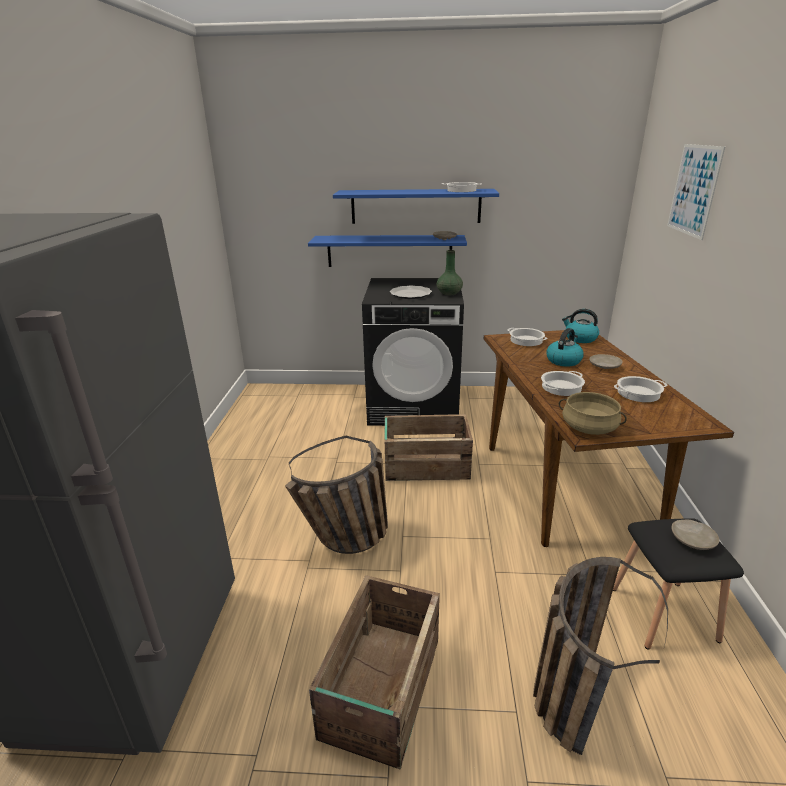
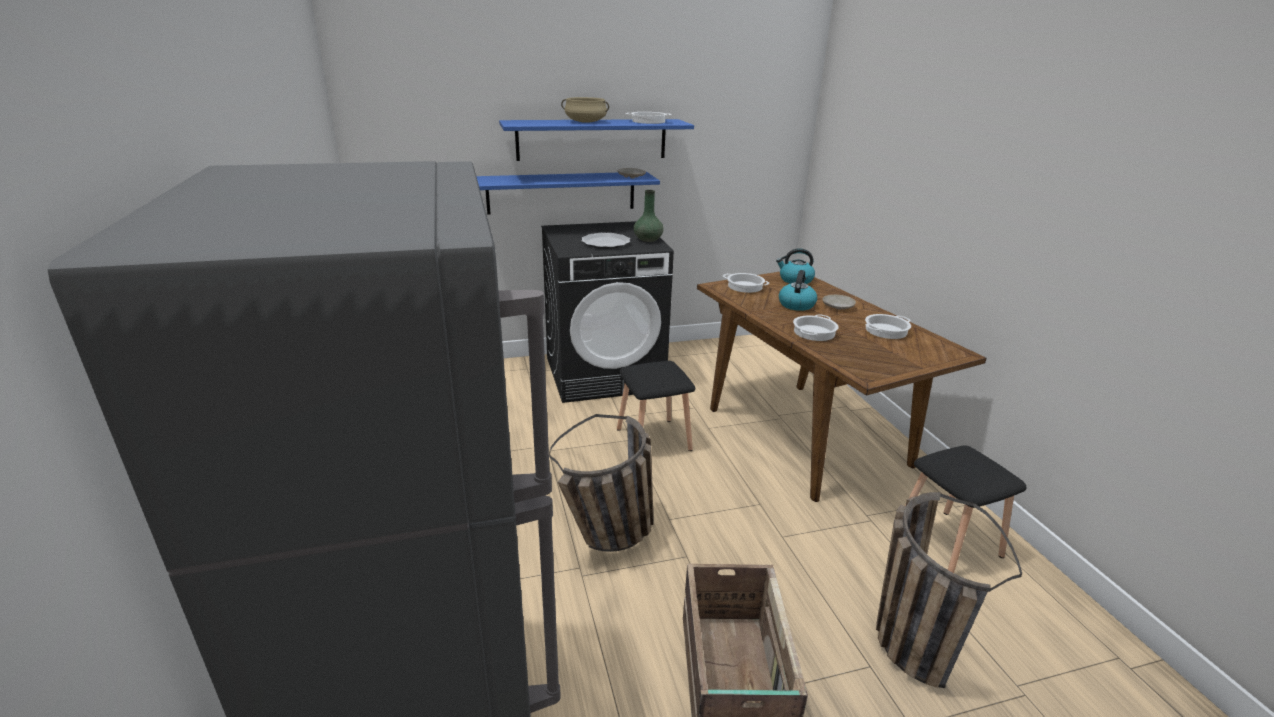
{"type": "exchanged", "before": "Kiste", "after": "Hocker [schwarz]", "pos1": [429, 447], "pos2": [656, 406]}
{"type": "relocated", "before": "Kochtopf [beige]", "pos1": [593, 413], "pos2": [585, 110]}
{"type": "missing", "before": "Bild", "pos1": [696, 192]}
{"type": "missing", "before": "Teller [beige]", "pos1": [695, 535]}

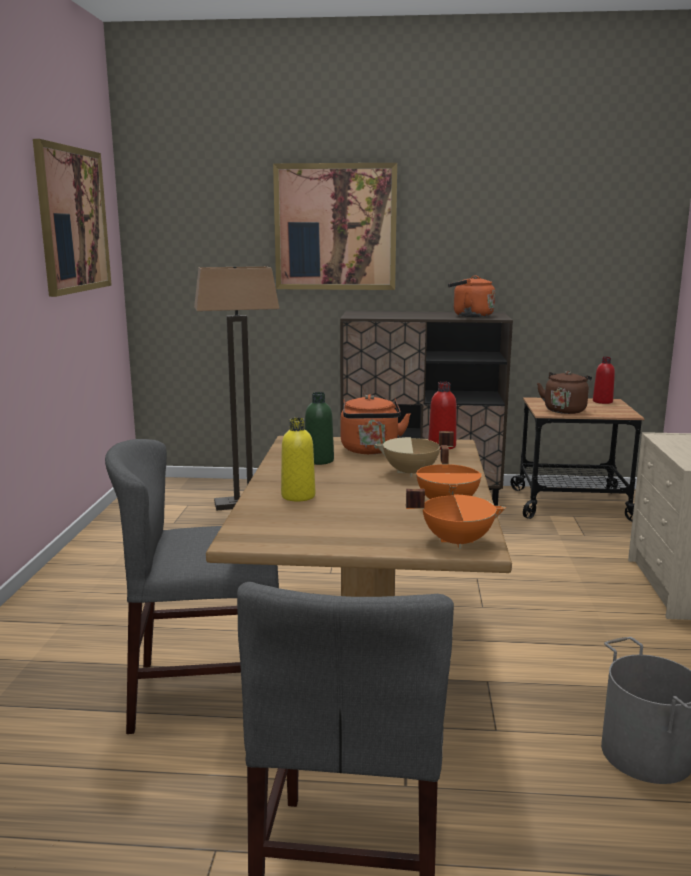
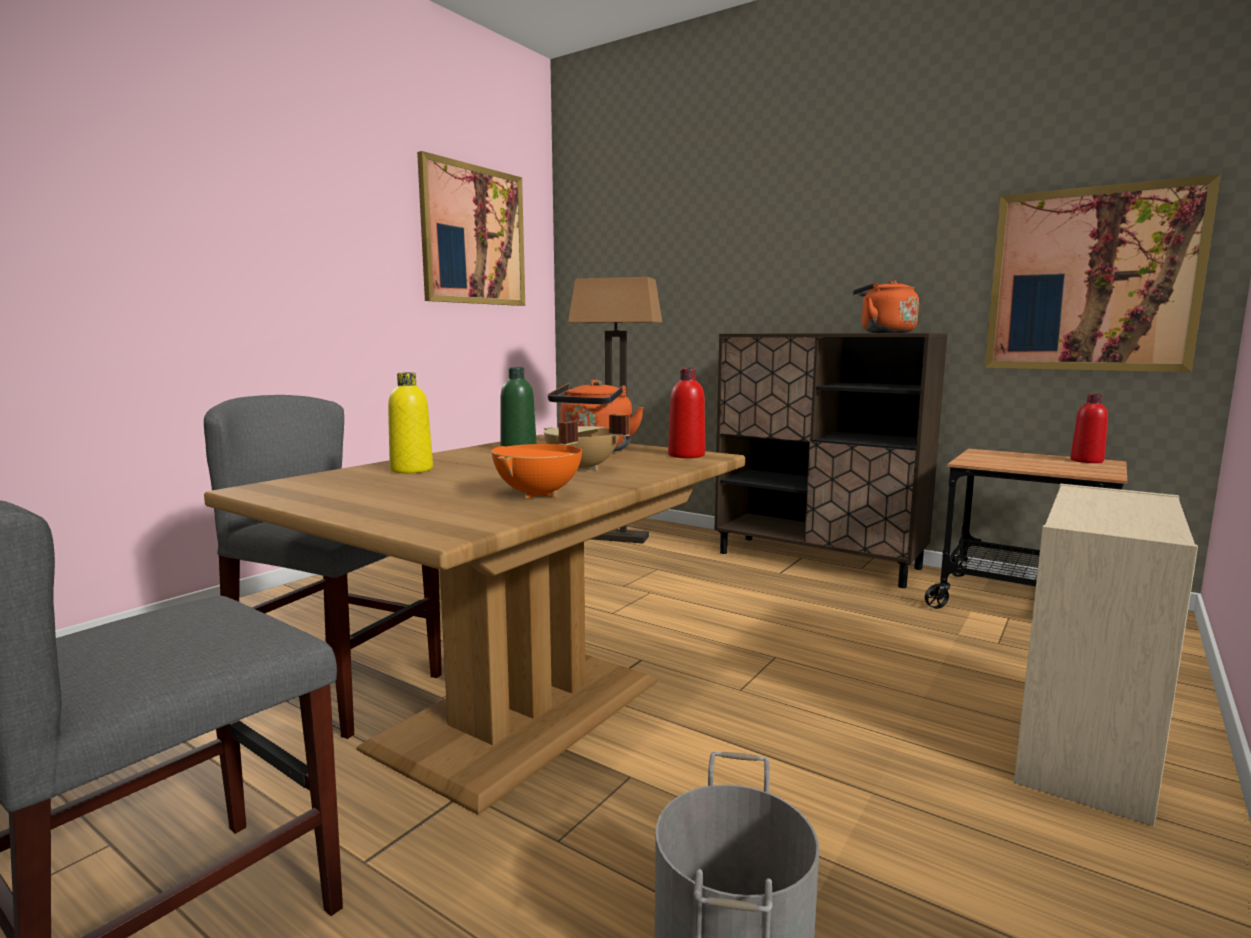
{"type": "relocated", "before": "Bild", "pos1": [335, 226], "pos2": [1102, 273]}
{"type": "missing", "before": "Kochtopf [orange]", "pos1": [456, 519]}
{"type": "missing", "before": "Wasserkessel [braun]", "pos1": [564, 392]}

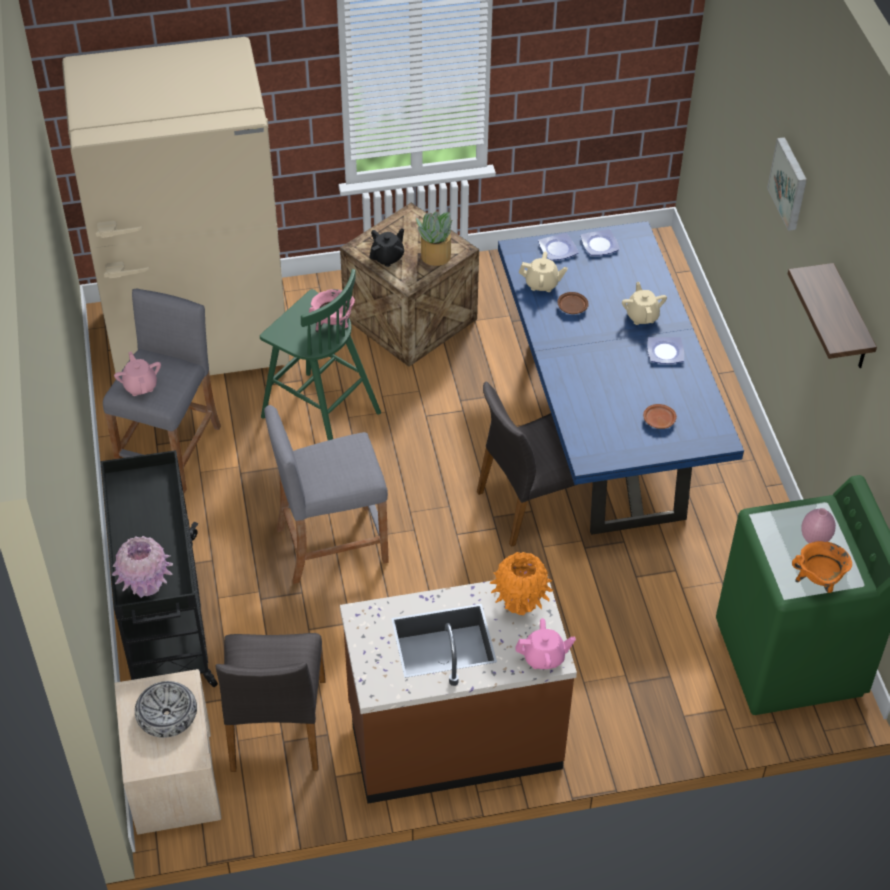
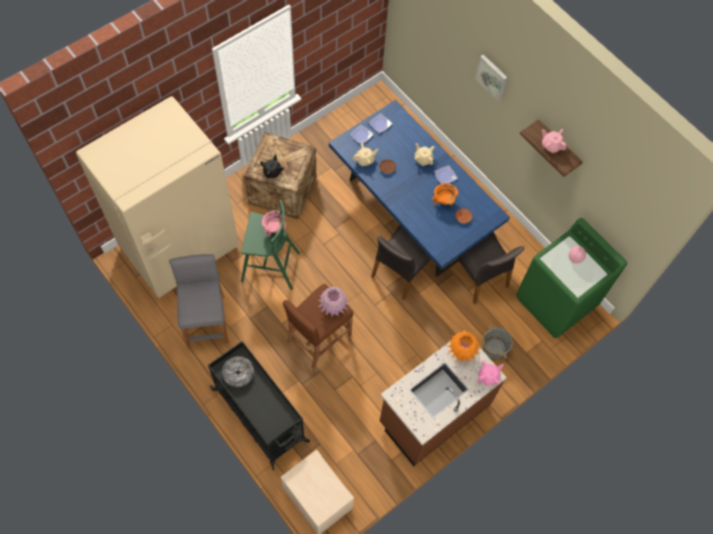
{"type": "relocated", "before": "Vase [rosa]", "pos1": [142, 567], "pos2": [333, 301]}
{"type": "relocated", "before": "Teekanne [rosa]", "pos1": [137, 374], "pos2": [554, 141]}
{"type": "relocated", "before": "Schüssel", "pos1": [166, 709], "pos2": [238, 371]}
{"type": "relocated", "before": "Stuhl [grau]", "pos1": [270, 702], "pos2": [490, 268]}
{"type": "colour", "before": "Hocker [grau]", "after": "Hocker [braun]", "pos1": [326, 494], "pos2": [318, 326]}
{"type": "missing", "before": "Topfpflanze", "pos1": [434, 238]}
{"type": "relocated", "before": "Kochtopf [orange]", "pos1": [822, 567], "pos2": [445, 194]}
{"type": "appeared", "after": "Eimer [grau]", "pos2": [497, 343]}

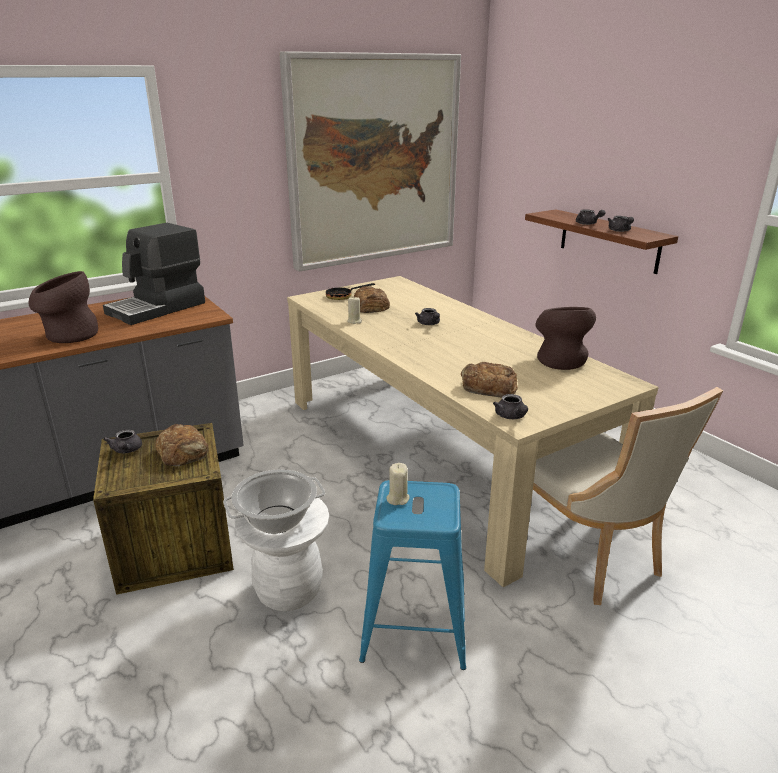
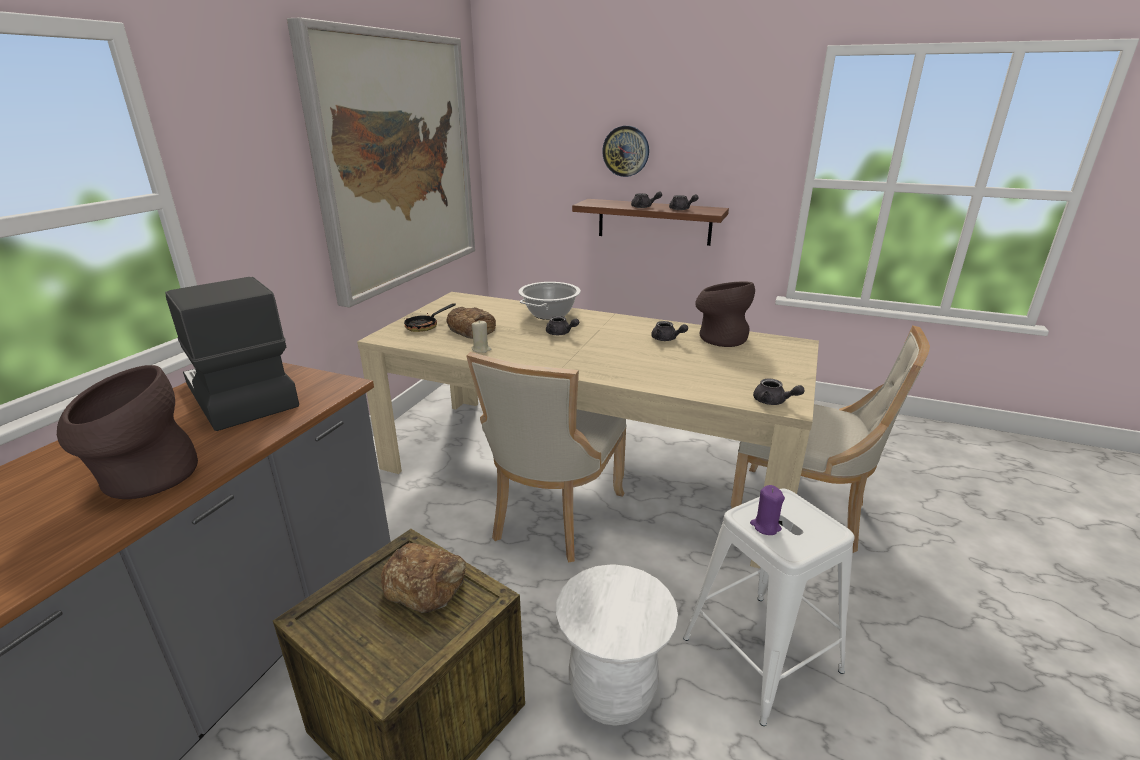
{"type": "spun", "before": "Kaffeemaschine", "pos1": [154, 274], "pos2": [232, 354], "turn": 135}
{"type": "relocated", "before": "Teekanne [grau]", "pos1": [122, 441], "pos2": [669, 331]}
{"type": "relocated", "before": "Kochtopf", "pos1": [274, 501], "pos2": [549, 301]}
{"type": "colour", "before": "Hocker [blau]", "after": "Hocker [weiß]", "pos1": [412, 575], "pos2": [769, 607]}
{"type": "colour", "before": "Kerze [beige]", "after": "Kerze [lila]", "pos1": [397, 484], "pos2": [767, 510]}
{"type": "missing", "before": "Brot", "pos1": [489, 380]}
{"type": "appeared", "after": "Stuhl [beige]", "pos2": [546, 457]}
{"type": "appeared", "after": "Wanduhr", "pos2": [625, 151]}

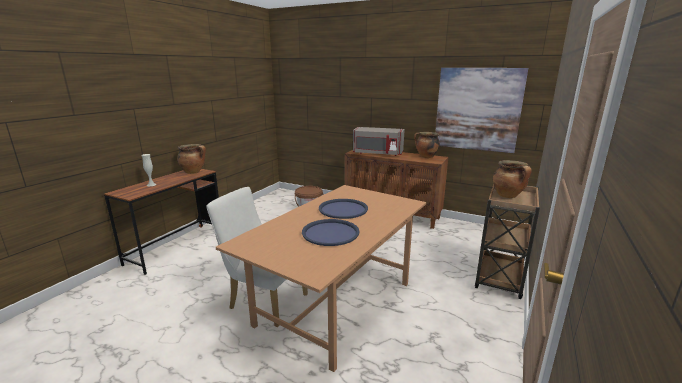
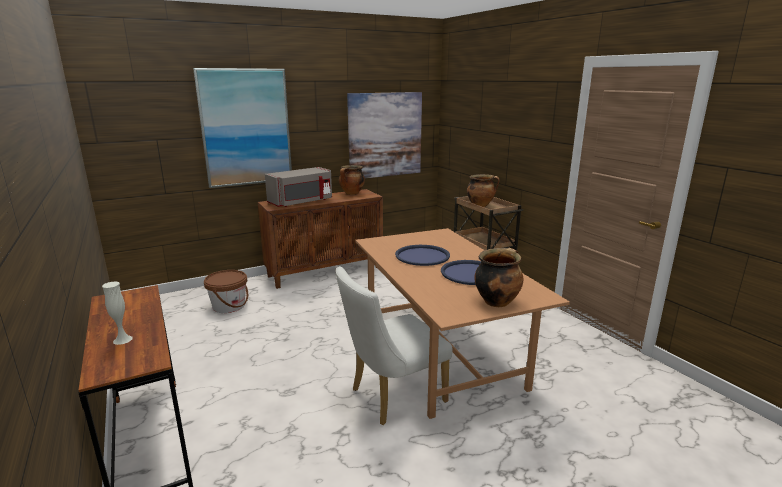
{"type": "relocated", "before": "Kochtopf", "pos1": [191, 159], "pos2": [499, 277]}
{"type": "appeared", "after": "Bild", "pos2": [242, 128]}

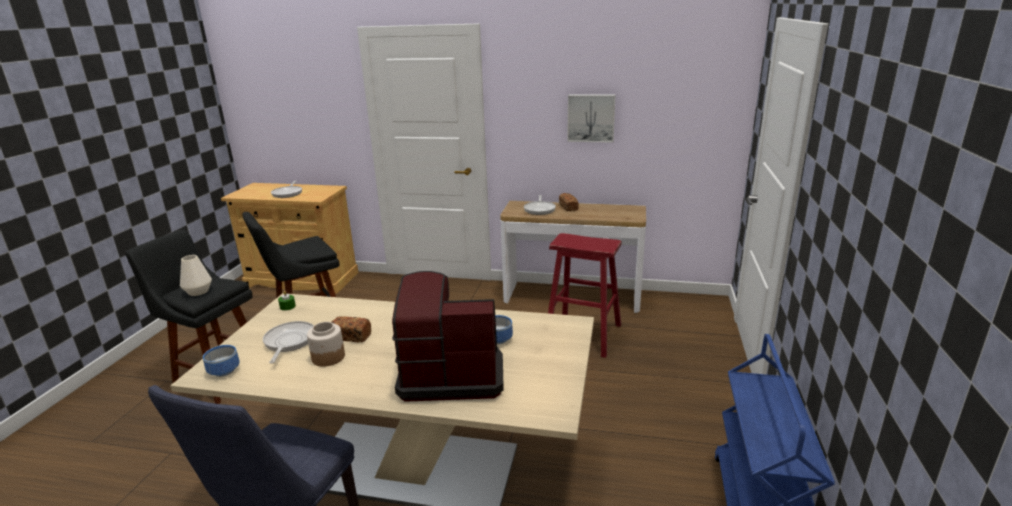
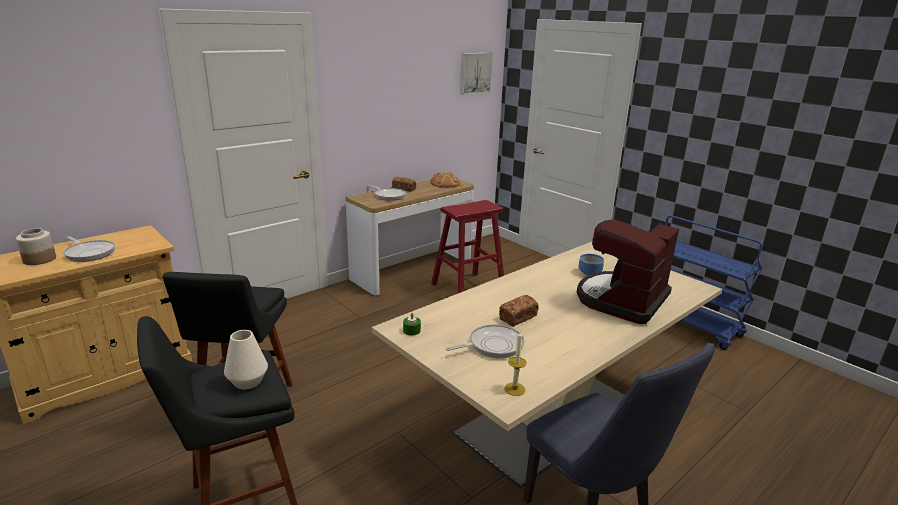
{"type": "exchanged", "before": "Schüssel", "after": "Kerze", "pos1": [221, 361], "pos2": [515, 363]}
{"type": "spun", "before": "Pfanne", "pos1": [288, 342], "pos2": [484, 341], "turn": 120}
{"type": "relocated", "before": "Vorratsglas", "pos1": [326, 344], "pos2": [36, 246]}
{"type": "relocated", "before": "Bild", "pos1": [591, 119], "pos2": [476, 74]}
{"type": "appeared", "after": "Brot", "pos2": [445, 180]}

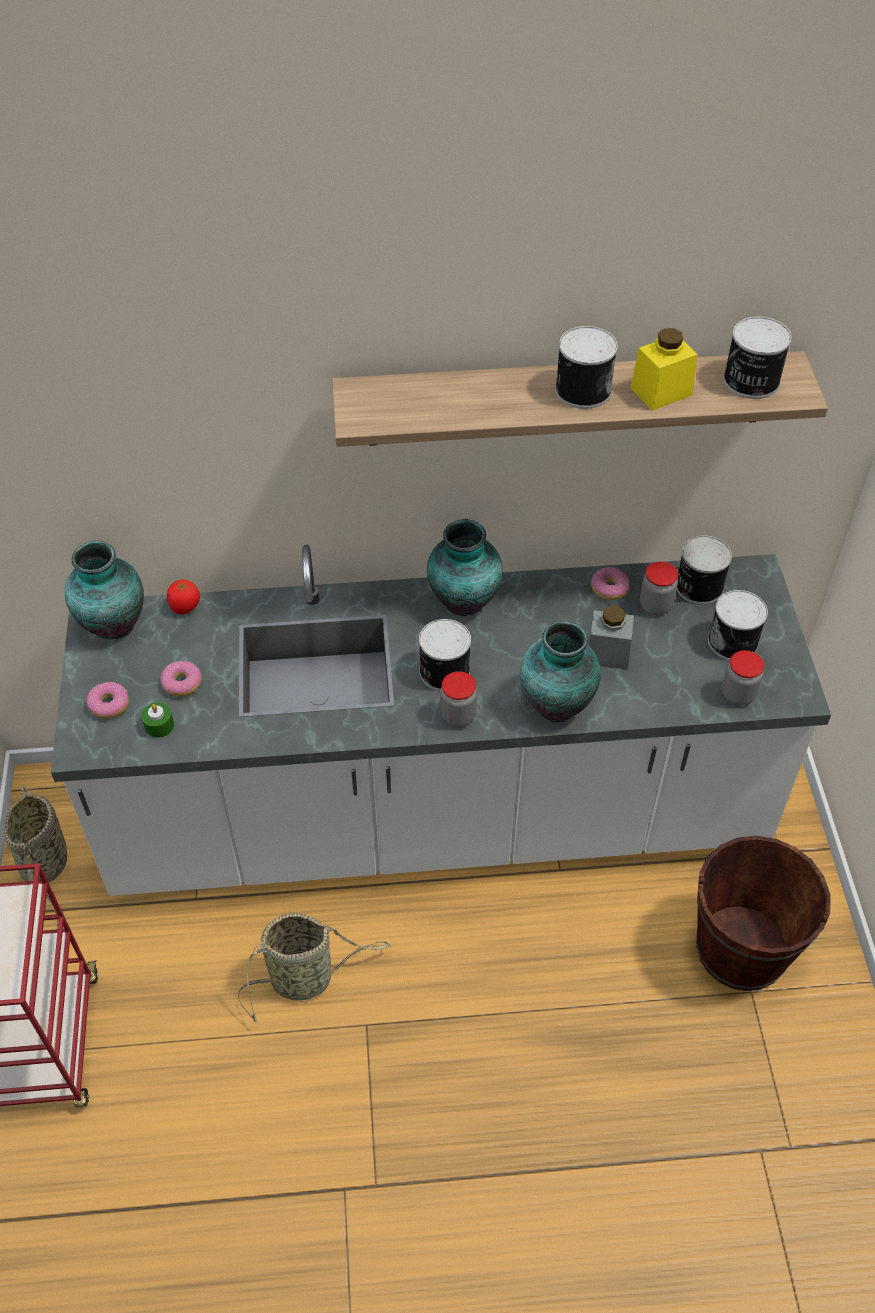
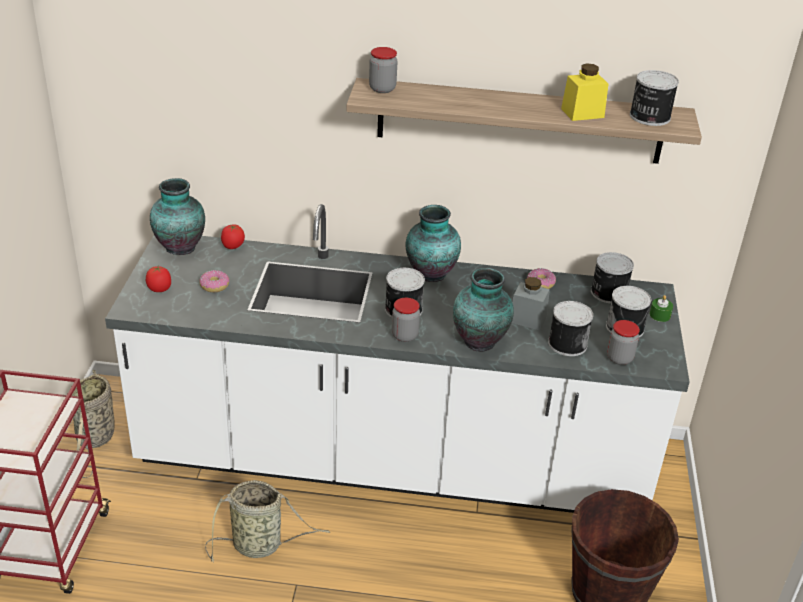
{"type": "exchanged", "before": "Donut", "after": "Tomate", "pos1": [107, 700], "pos2": [158, 278]}
{"type": "relocated", "before": "Kerze [grün]", "pos1": [157, 720], "pos2": [661, 308]}
{"type": "relocated", "before": "Dose", "pos1": [586, 367], "pos2": [570, 328]}
{"type": "relocated", "before": "Vorratsglas", "pos1": [659, 588], "pos2": [383, 70]}

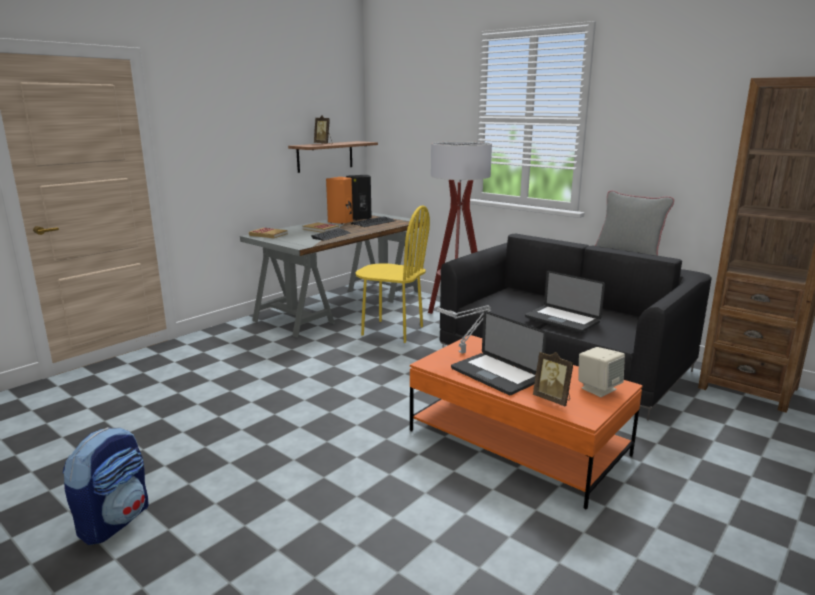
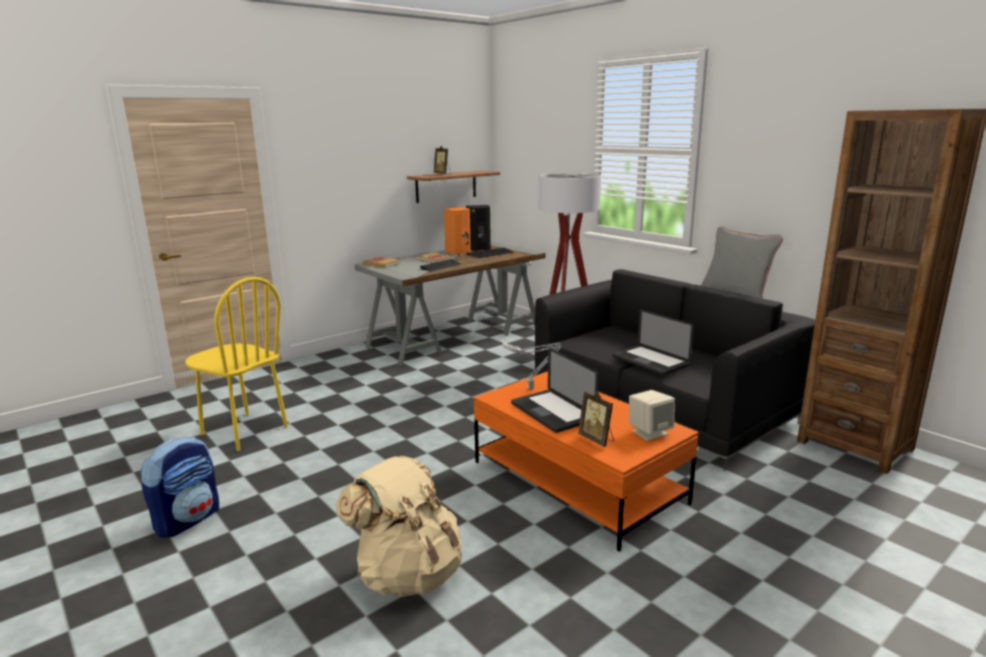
{"type": "relocated", "before": "Stuhl [gelb]", "pos1": [392, 274], "pos2": [236, 364]}
{"type": "appeared", "after": "Rucksack [beige]", "pos2": [399, 526]}

